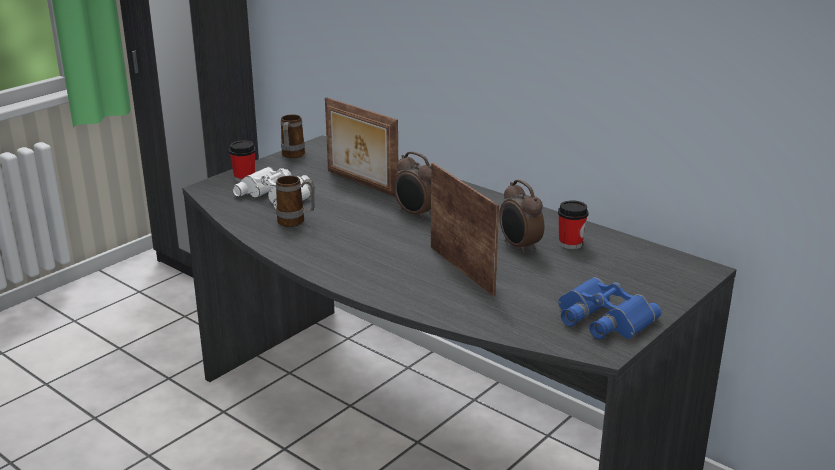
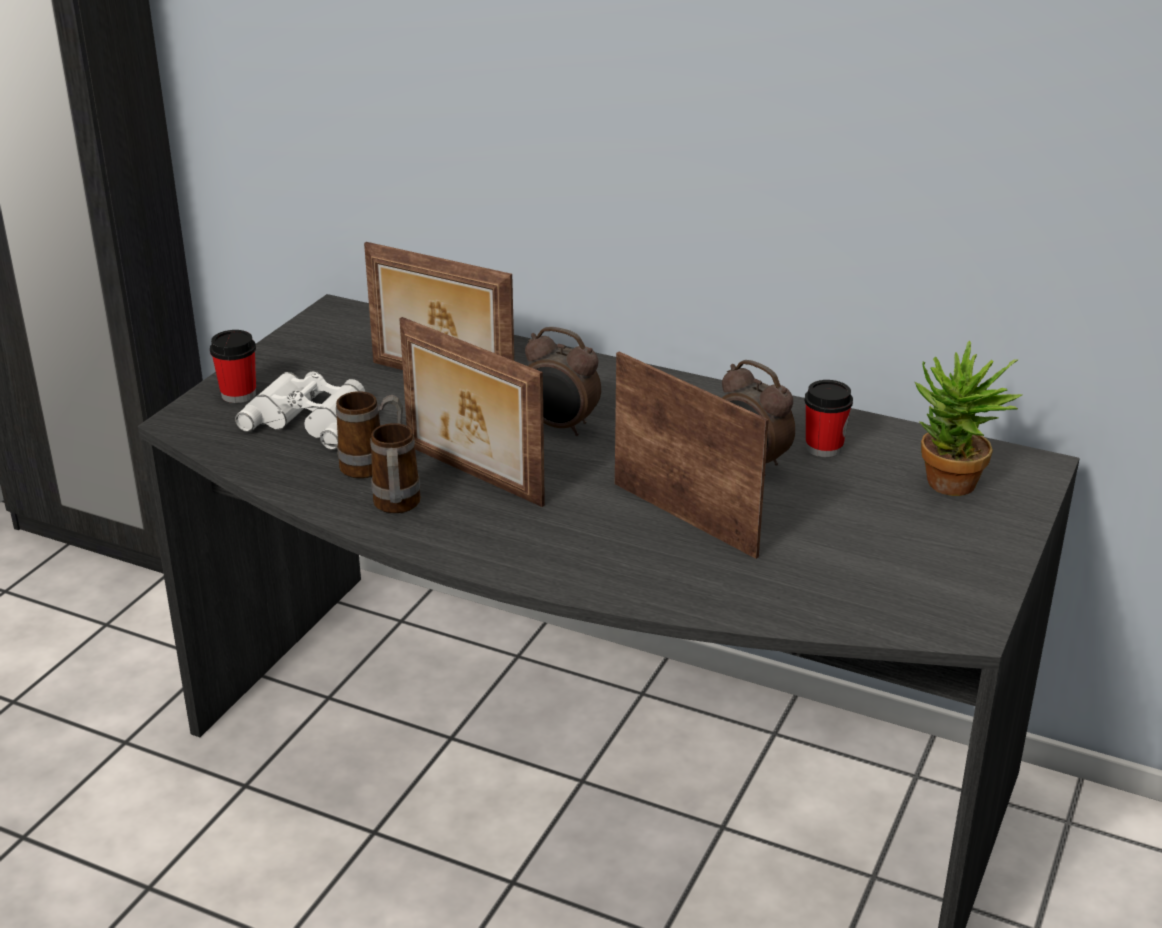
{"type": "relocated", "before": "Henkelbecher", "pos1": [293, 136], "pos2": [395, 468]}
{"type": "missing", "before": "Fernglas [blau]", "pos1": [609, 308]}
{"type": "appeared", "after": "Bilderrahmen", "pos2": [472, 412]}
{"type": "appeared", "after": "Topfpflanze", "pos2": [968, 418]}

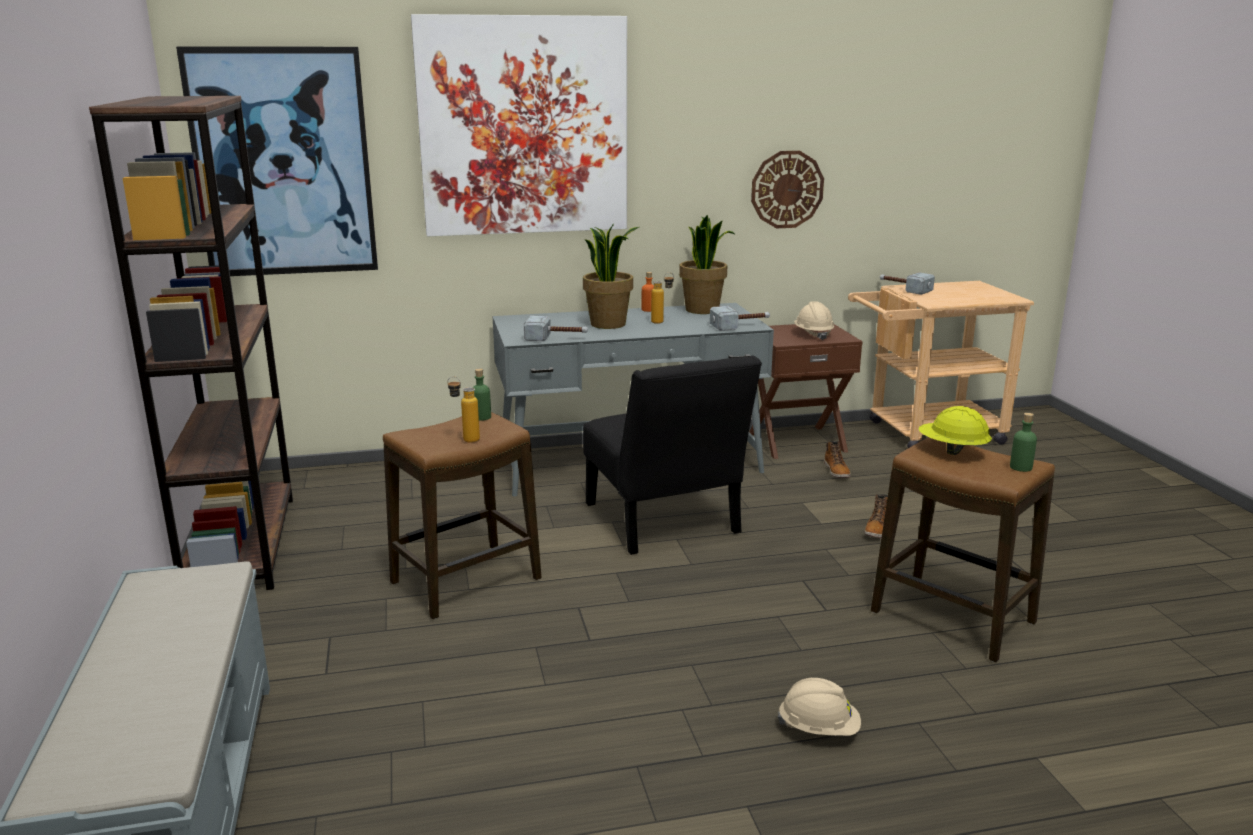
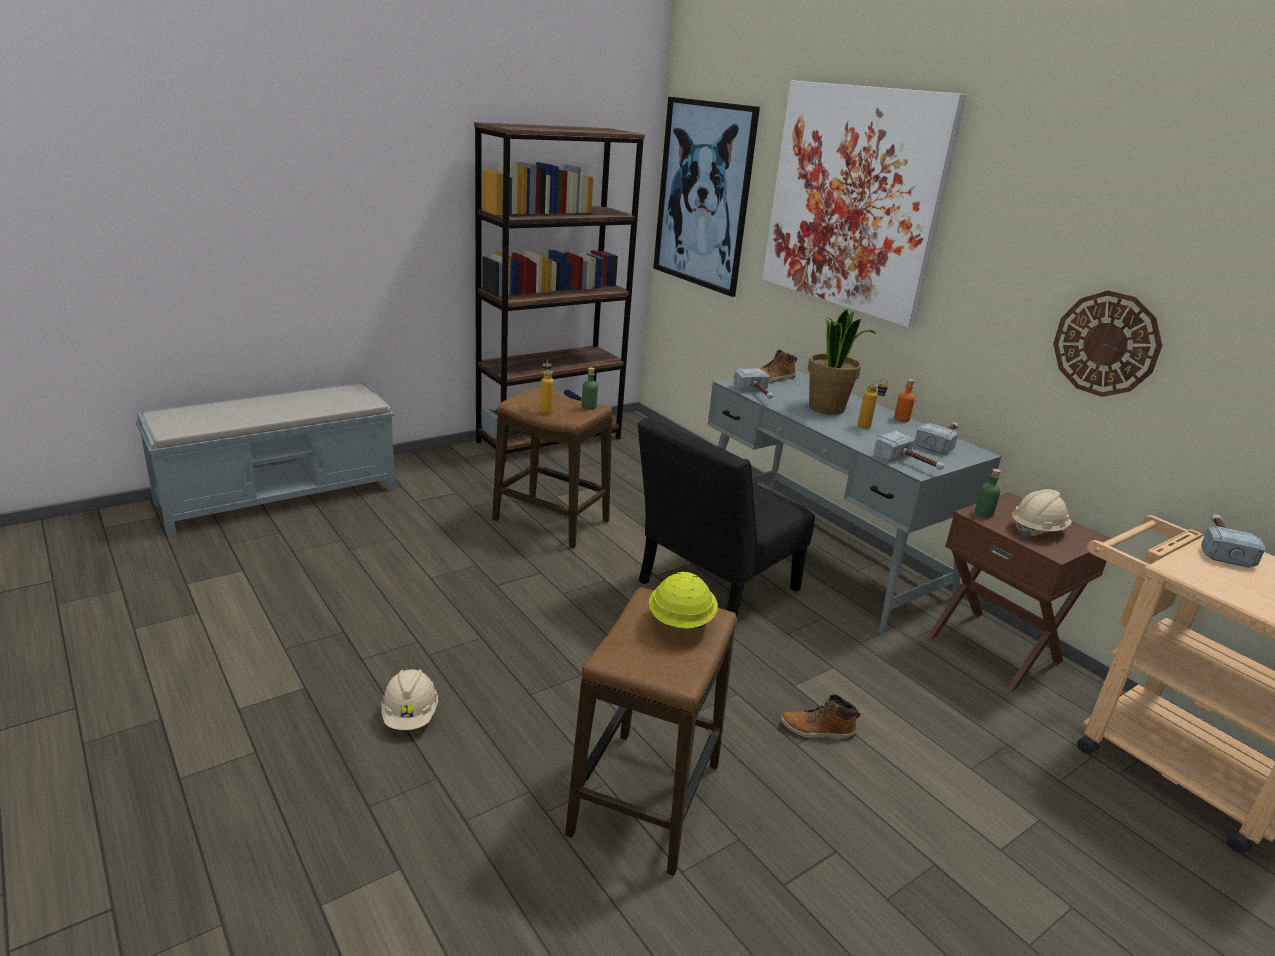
{"type": "exchanged", "before": "Topfpflanze", "after": "Hammer", "pos1": [707, 264], "pos2": [936, 438]}
{"type": "relocated", "before": "Stiefel", "pos1": [837, 459], "pos2": [778, 366]}
{"type": "relocated", "before": "Flasche [grün]", "pos1": [1023, 442], "pos2": [988, 493]}

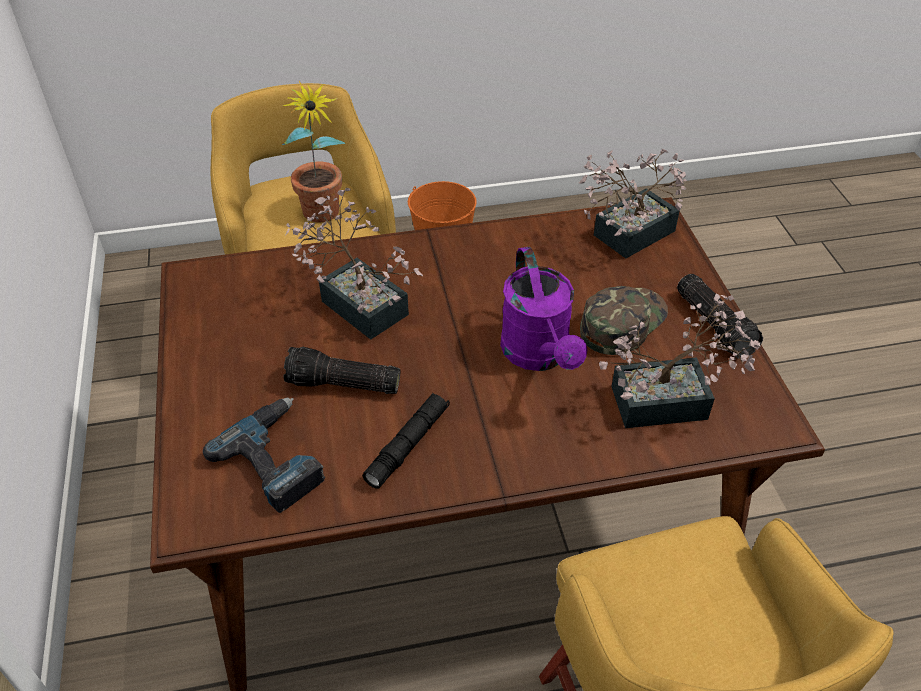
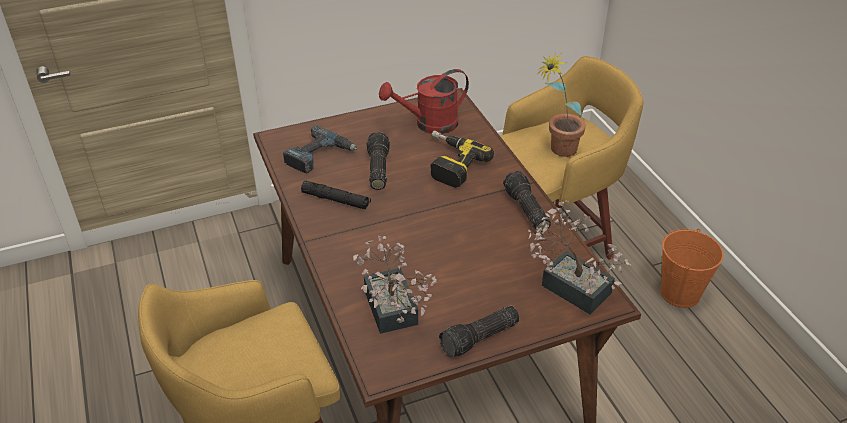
{"type": "exchanged", "before": "Topfpflanze", "after": "Bohrmaschine", "pos1": [354, 264], "pos2": [462, 159]}
{"type": "missing", "before": "Gießkanne [lila]", "pos1": [543, 309]}
{"type": "missing", "before": "Kappe [grün]", "pos1": [624, 320]}
{"type": "appeared", "after": "Gießkanne [rot]", "pos2": [424, 101]}
{"type": "appeared", "after": "Taschenlampe", "pos2": [527, 201]}

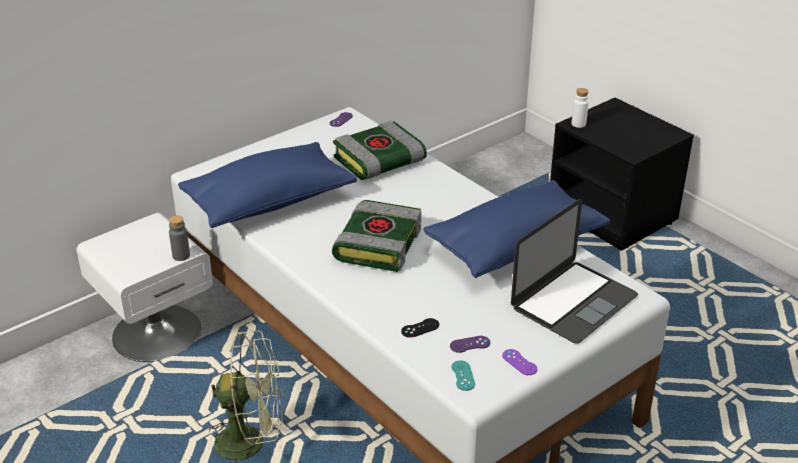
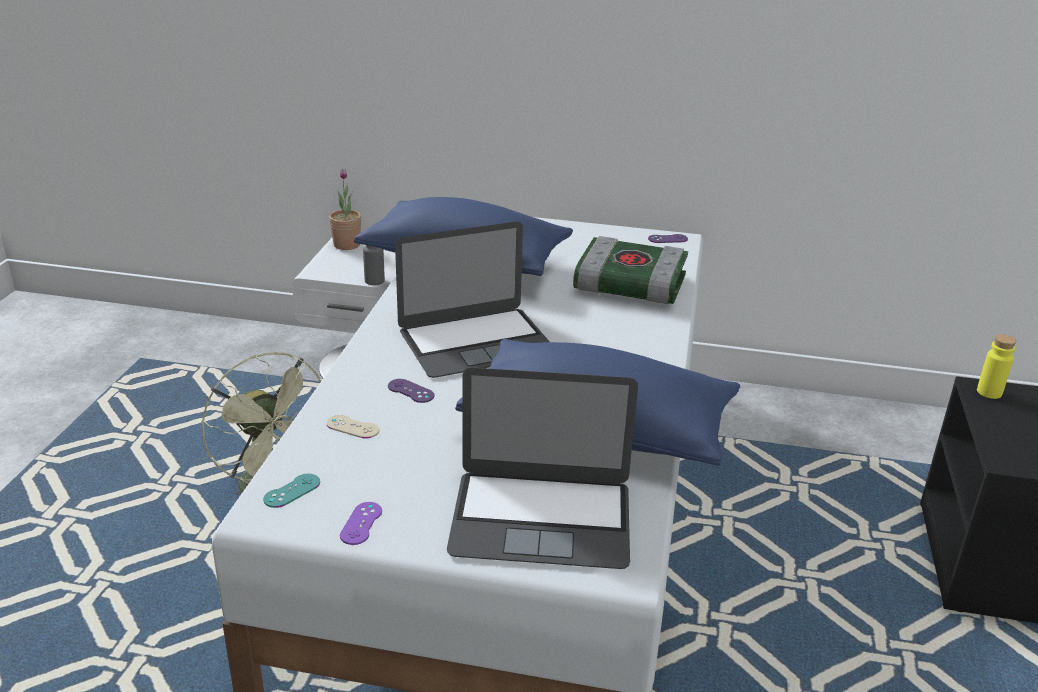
{"type": "exchanged", "before": "Buch", "after": "Laptop", "pos1": [376, 236], "pos2": [472, 300]}
{"type": "colour", "before": "Gamepad [schwarz]", "after": "Gamepad [beige]", "pos1": [420, 328], "pos2": [352, 426]}
{"type": "relocated", "before": "Gamepad [lila]", "pos1": [470, 344], "pos2": [411, 391]}
{"type": "colour", "before": "Flasche [weiß]", "after": "Flasche [gelb]", "pos1": [580, 108], "pos2": [996, 366]}
{"type": "appeared", "after": "Topfpflanze", "pos2": [345, 209]}

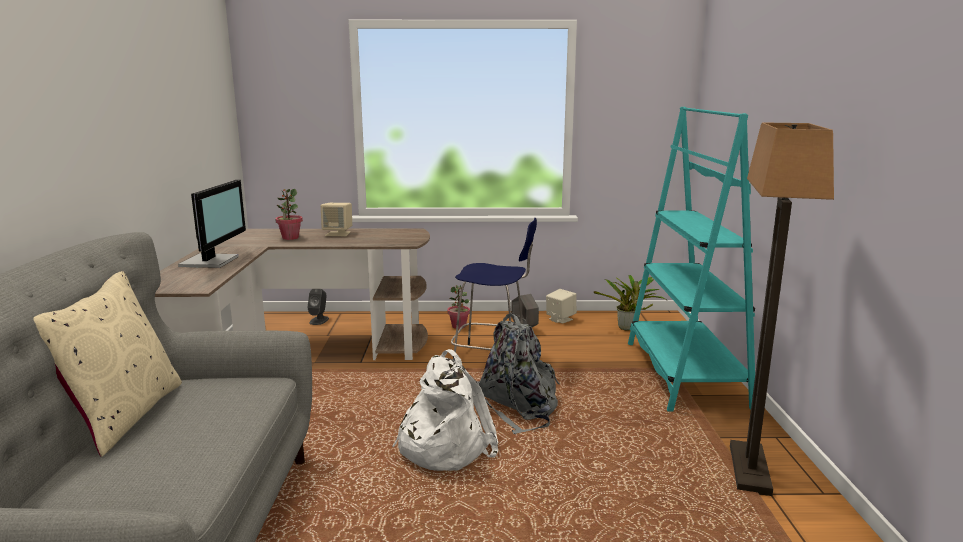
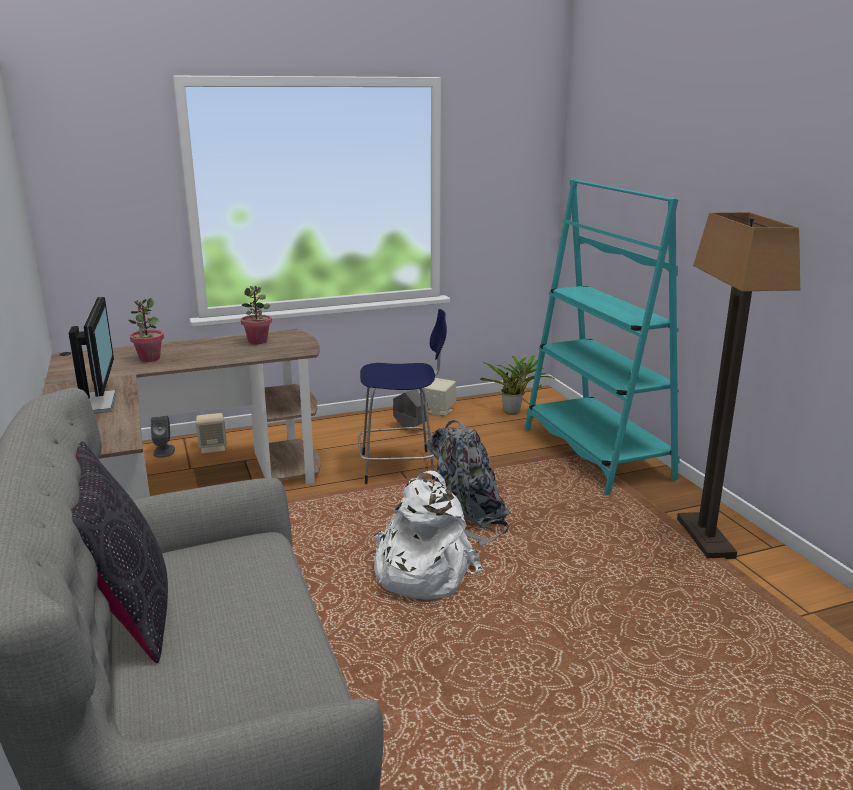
{"type": "colour", "before": "Kissen [beige]", "after": "Kissen [schwarz]", "pos1": [107, 364], "pos2": [119, 552]}
{"type": "relocated", "before": "Lautsprecher [beige]", "pos1": [336, 219], "pos2": [211, 433]}
{"type": "relocated", "before": "Topfpflanze", "pos1": [458, 307], "pos2": [256, 315]}

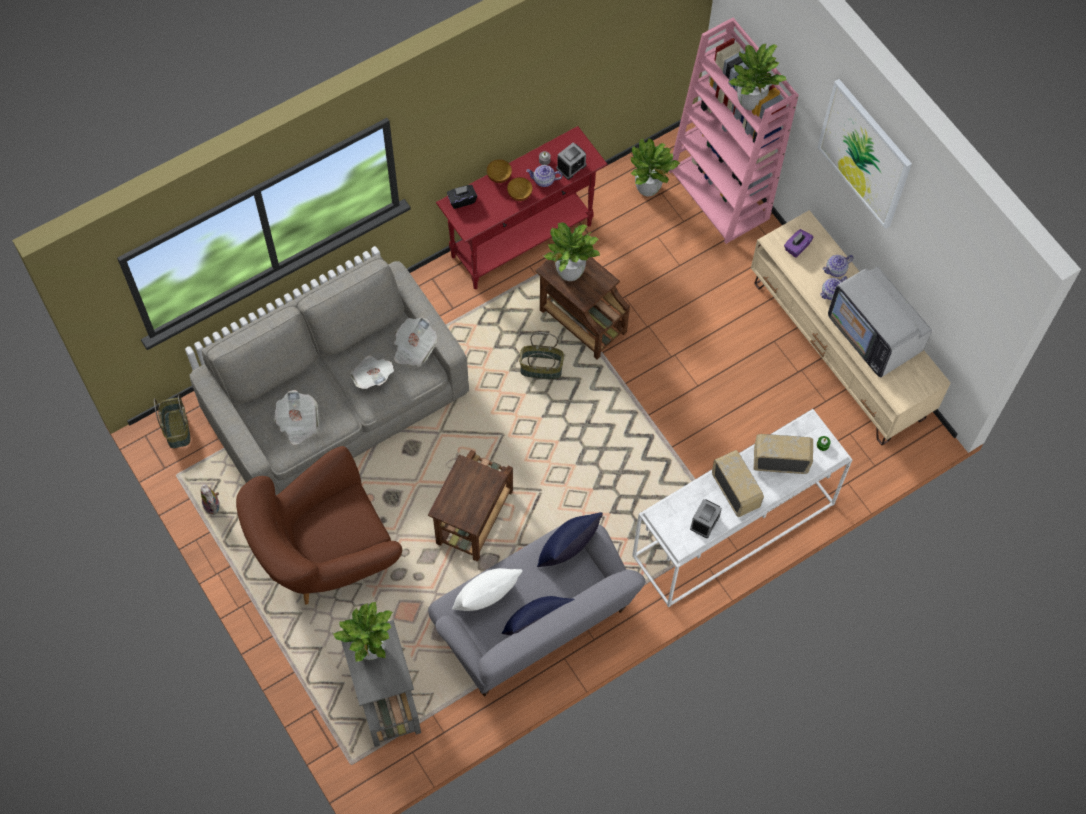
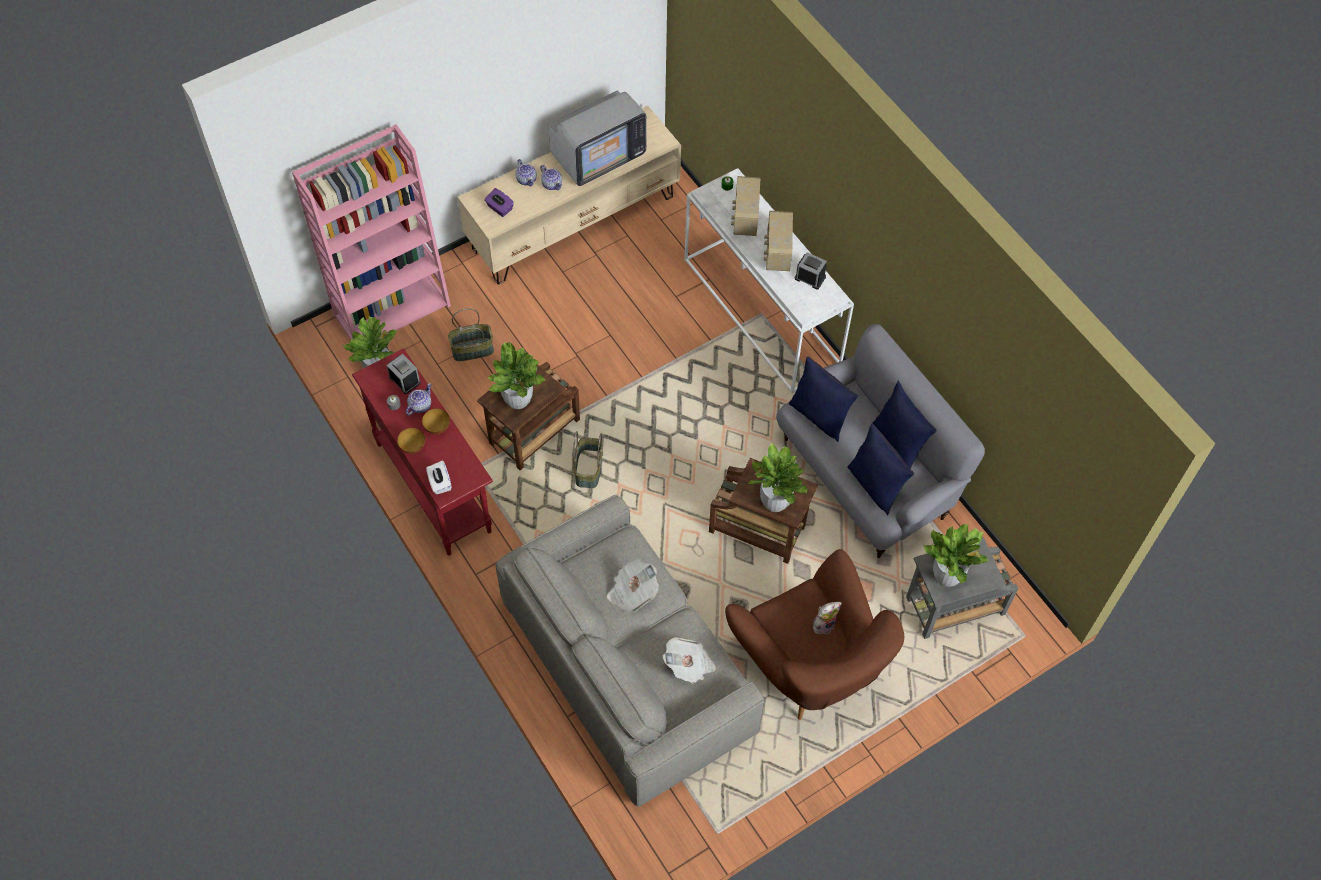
{"type": "relocated", "before": "Korb", "pos1": [172, 420], "pos2": [471, 335]}
{"type": "relocated", "before": "Plüschtier", "pos1": [210, 499], "pos2": [827, 618]}
{"type": "missing", "before": "Zeitung", "pos1": [415, 342]}
{"type": "colour", "before": "Taschentuchbox [schwarz]", "after": "Taschentuchbox [weiß]", "pos1": [462, 197], "pos2": [438, 477]}
{"type": "colour", "before": "Kissen [weiß]", "after": "Kissen [blau]", "pos1": [487, 589], "pos2": [880, 470]}
{"type": "spun", "before": "Teekanne", "pos1": [544, 176], "pos2": [418, 399], "turn": -150}
{"type": "spun", "before": "Radio", "pos1": [738, 483], "pos2": [778, 241], "turn": -60}
{"type": "relocated", "before": "Topfpflanze", "pos1": [757, 77], "pos2": [777, 477]}
{"type": "missing", "before": "Bild", "pos1": [864, 154]}

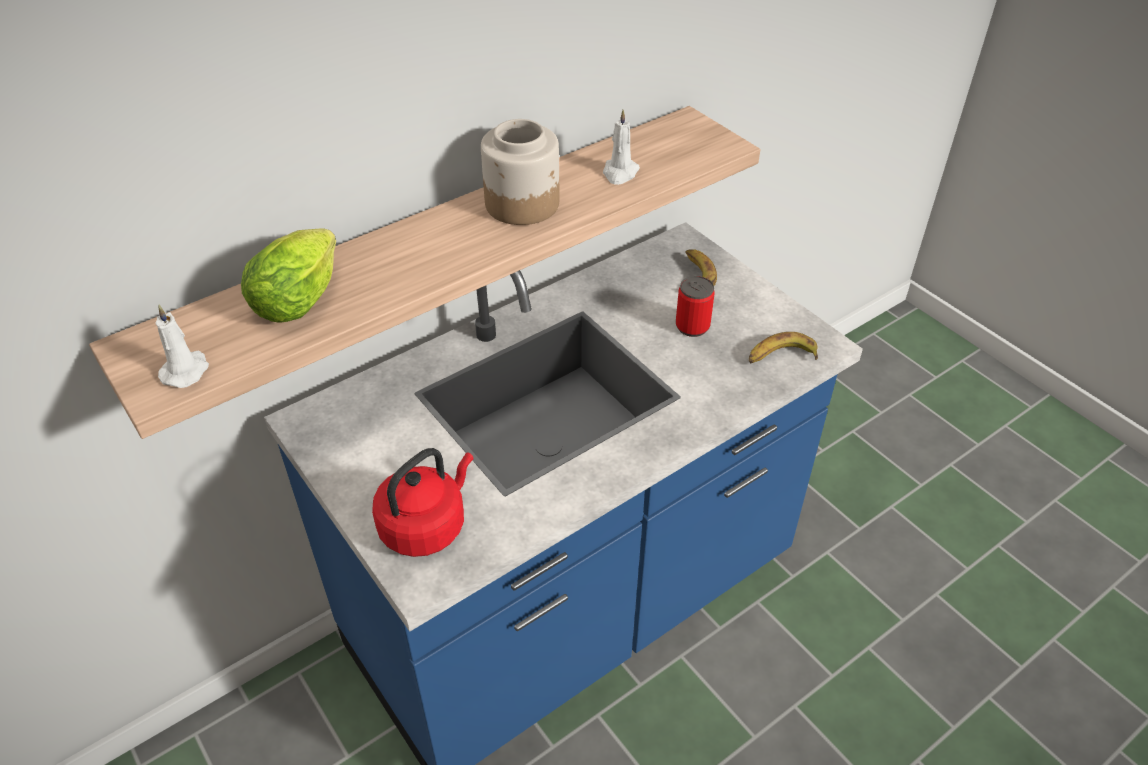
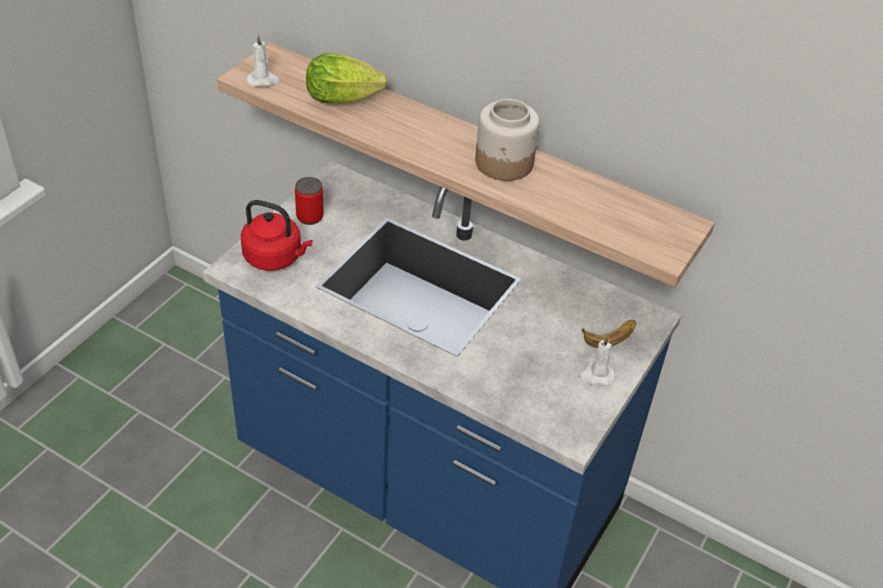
{"type": "relocated", "before": "Kerze [weiß]", "pos1": [621, 147], "pos2": [596, 361]}
{"type": "relocated", "before": "Dose", "pos1": [695, 306], "pos2": [309, 201]}
{"type": "missing", "before": "Banane", "pos1": [783, 347]}

